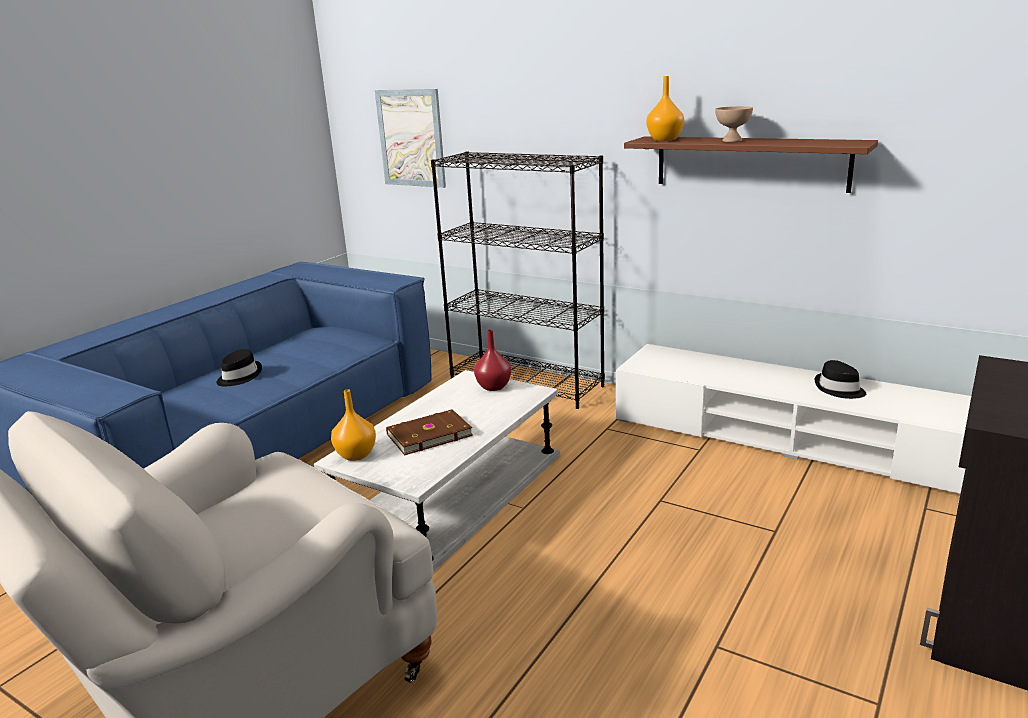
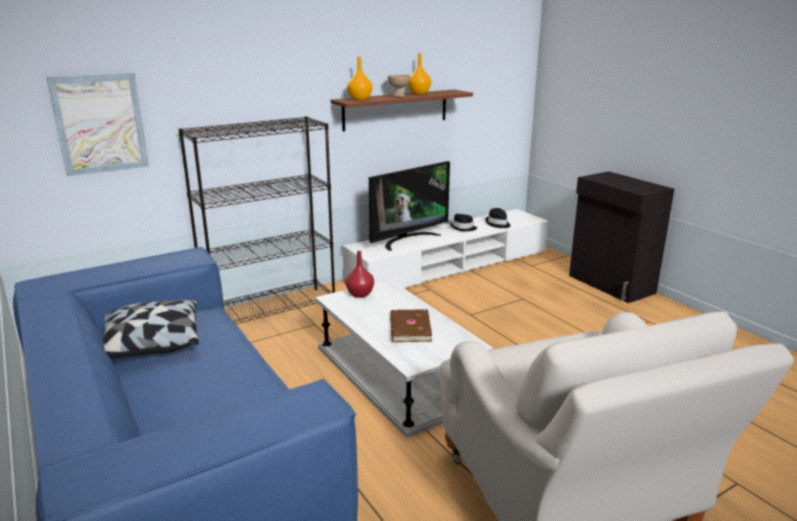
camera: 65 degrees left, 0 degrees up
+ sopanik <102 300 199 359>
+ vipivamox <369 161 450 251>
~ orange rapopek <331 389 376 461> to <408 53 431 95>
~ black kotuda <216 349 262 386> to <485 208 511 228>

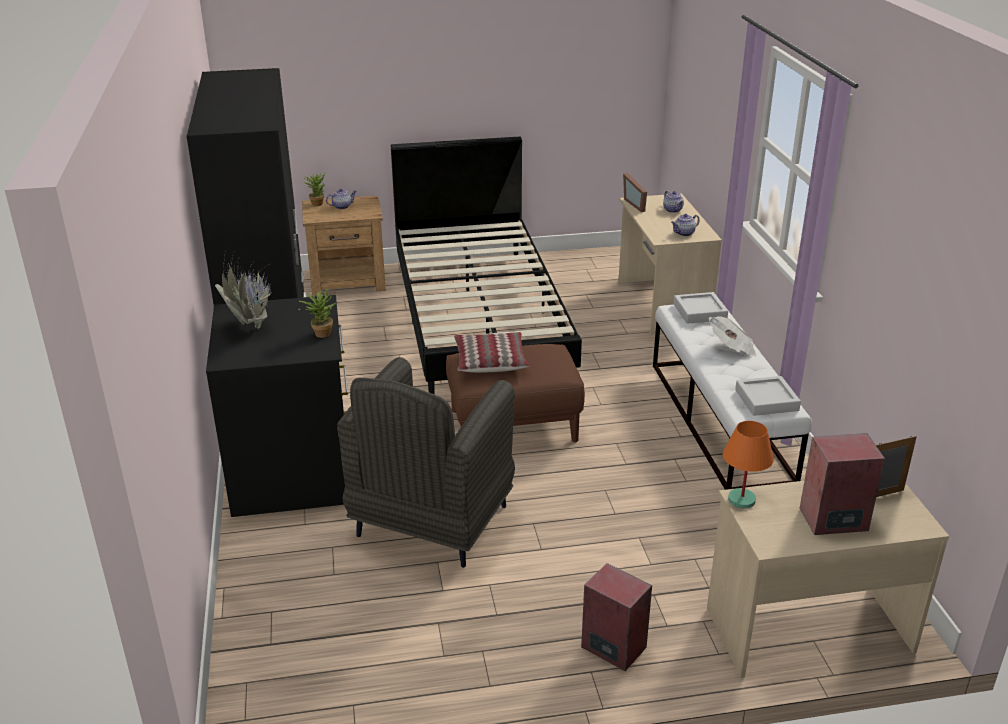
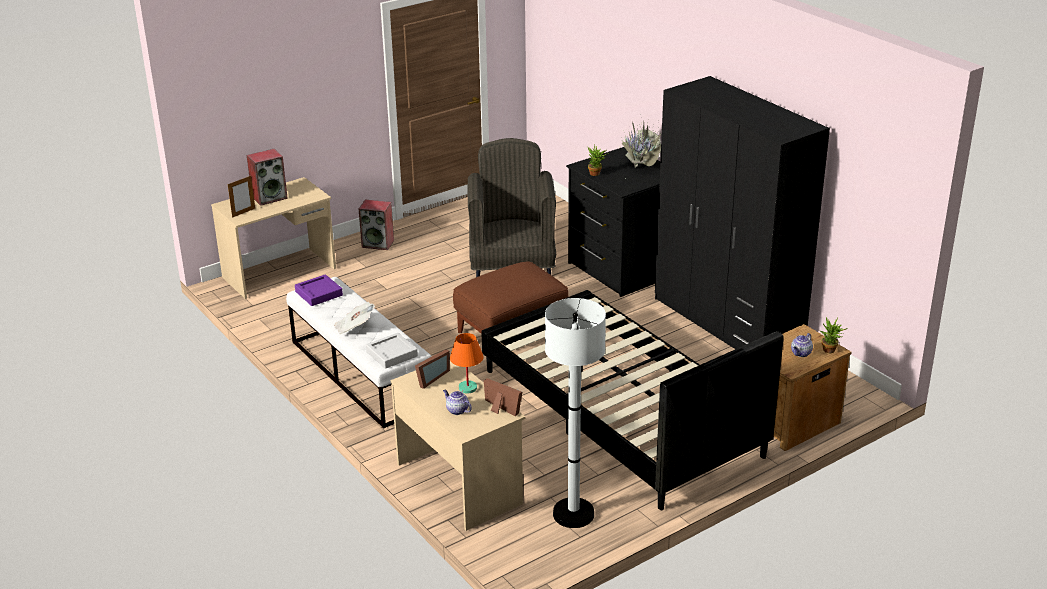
camera: 155 degrees right, 0 degrees up
~ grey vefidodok <735 376 801 416> to purple vefidodok <295 274 343 306>
~ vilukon <671 214 700 236> to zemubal <415 350 450 389>
~ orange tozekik <723 421 774 509> to <450 333 484 394>
+ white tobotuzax <545 298 606 528>
- sopanik <454 332 530 373>

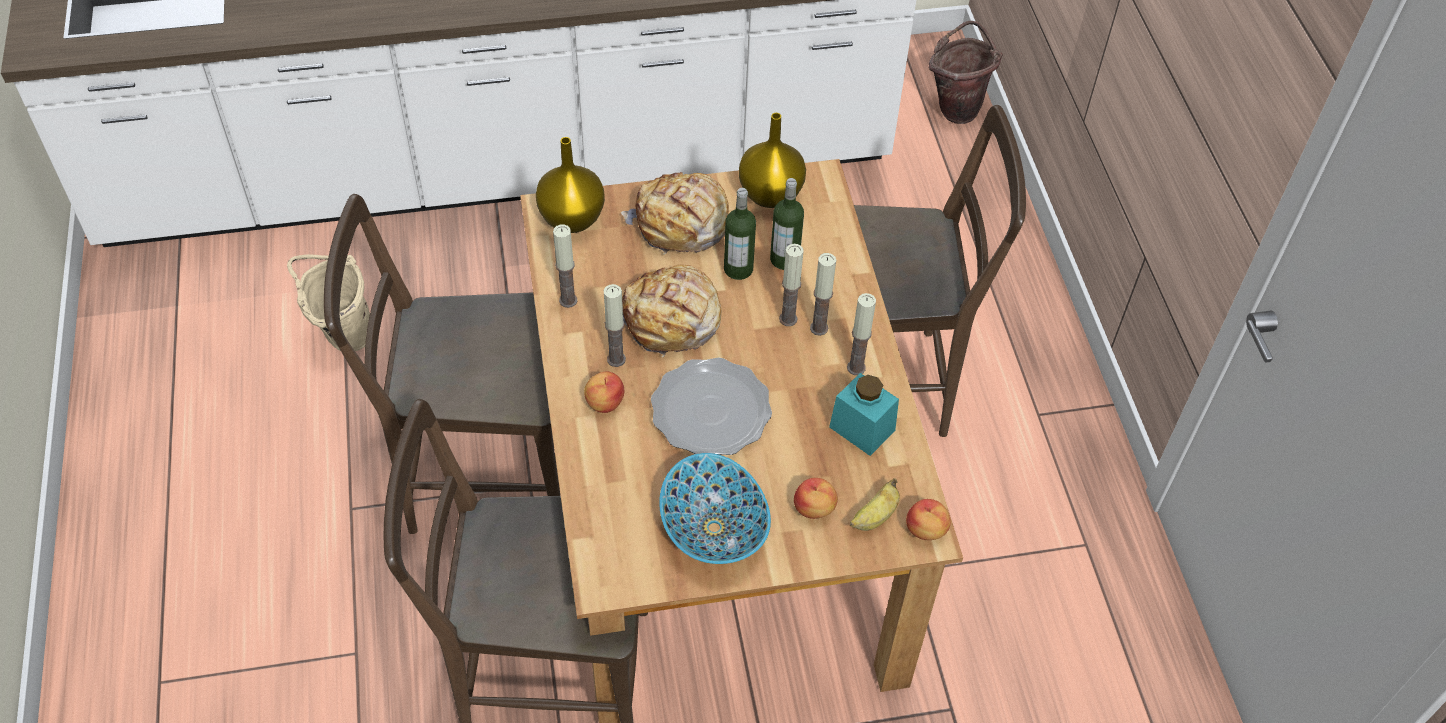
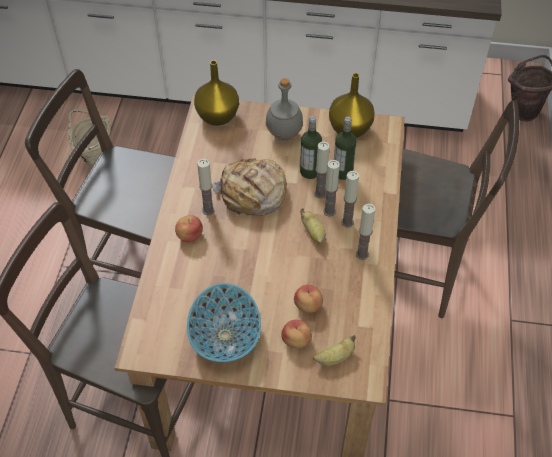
camera: 20 degrees right, 0 degrees up
~ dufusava <621 172 729 255> to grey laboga <266 78 303 141>
~ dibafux <906 499 951 540> to <294 285 323 313>
+ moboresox <300 208 326 244>
~ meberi <553 225 577 308> to <314 142 330 199>
- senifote <651 358 772 455>
- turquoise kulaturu <829 373 899 456>

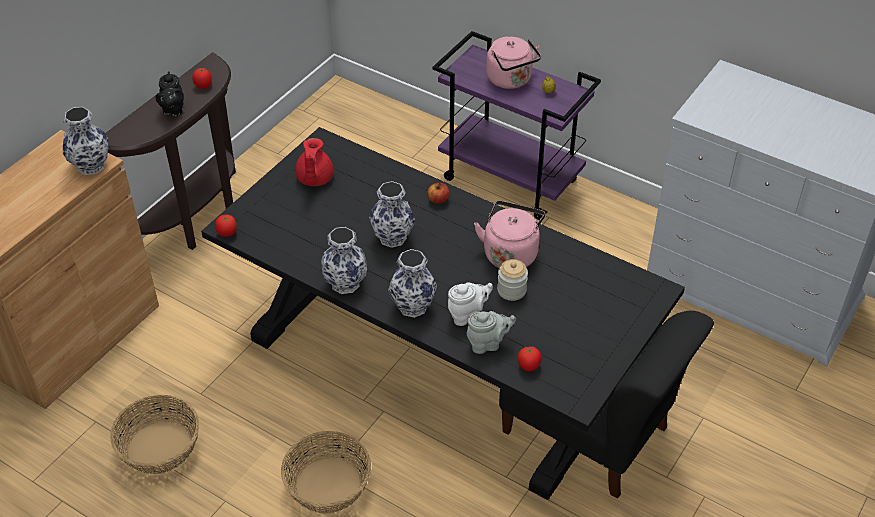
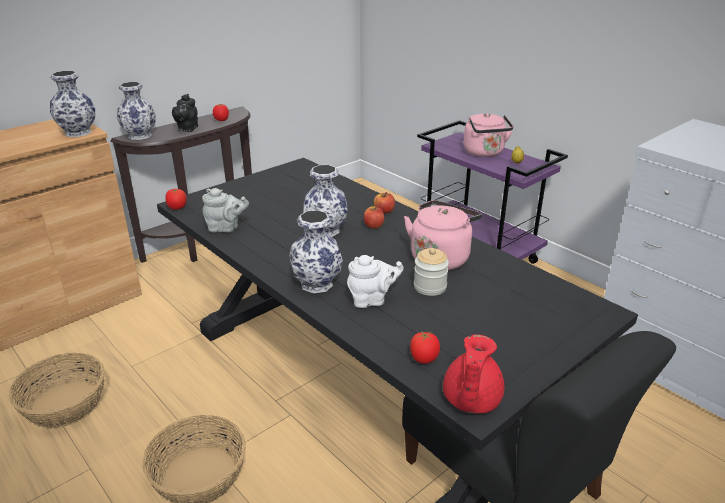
camera: 15 degrees right, 15 degrees down
~ rapopek <321 227 367 294> to <117 82 156 140>
~ grey vilukon <467 311 516 354> to <202 188 249 232>
+ dibafux <364 206 384 229>
~ red vilukon <295 138 333 186> to <443 334 504 413>

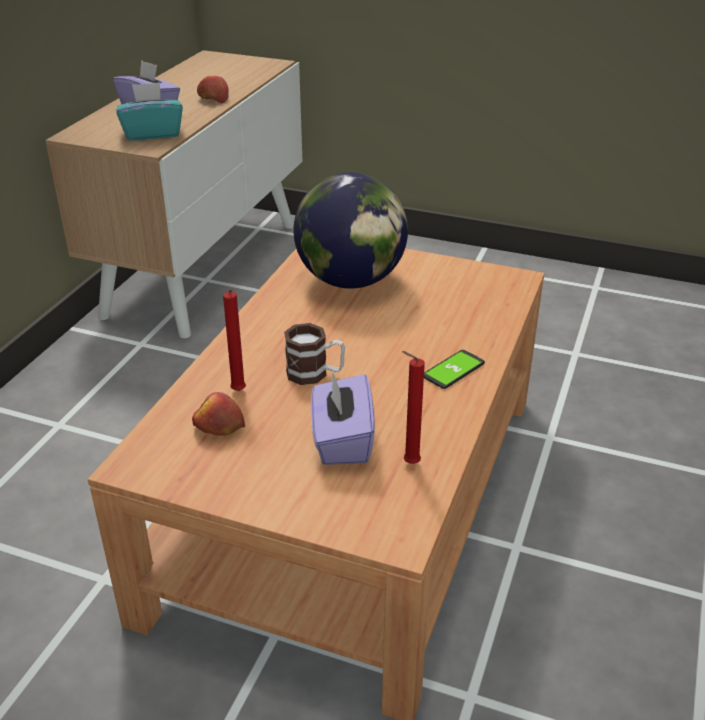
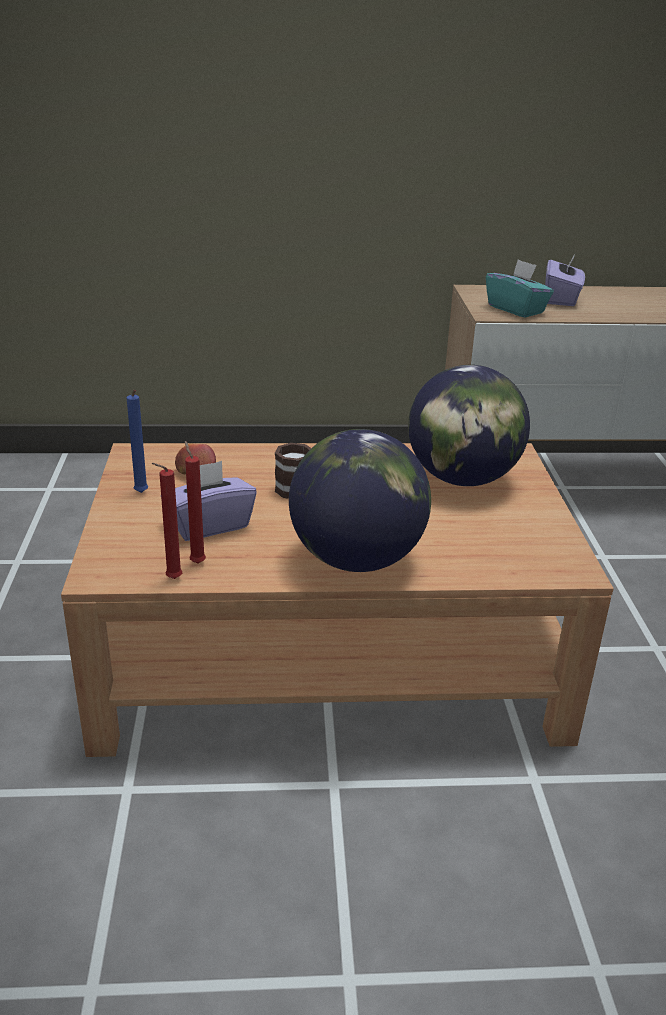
camera: 65 degrees right, 5 degrees down
+ blue meberi <127 390 148 493>
~ red meberi <223 289 246 391> to <152 463 182 579>
~ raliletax <424 350 485 389> to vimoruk <289 429 431 572>
- dibafux <197 76 229 104>

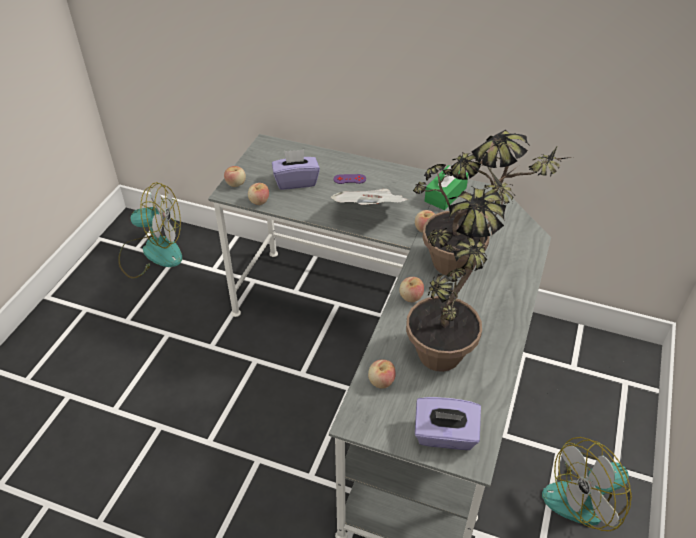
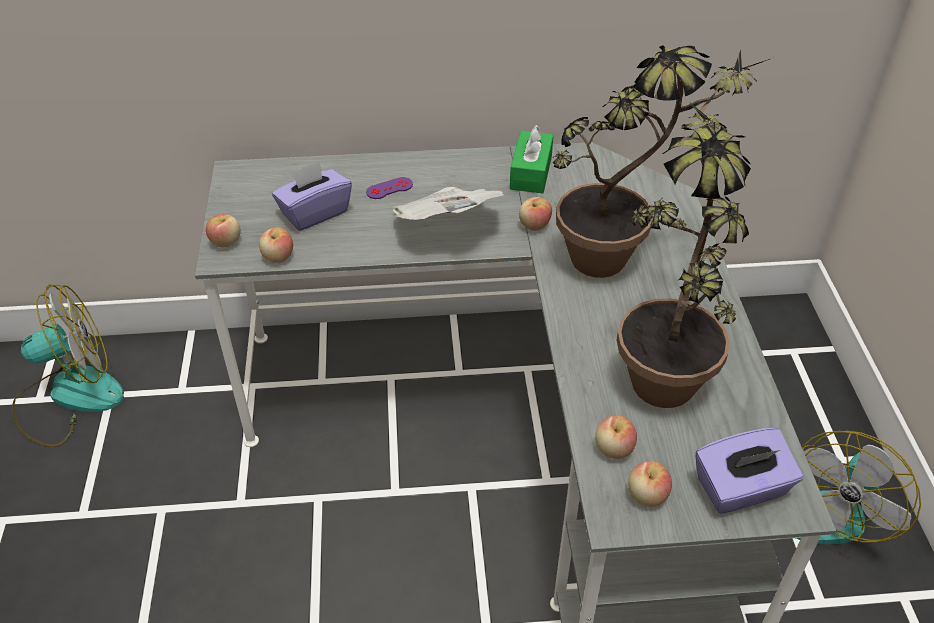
camera: 25 degrees left, 0 degrees up
~ dibafux <399 277 424 302> to <628 461 672 507>

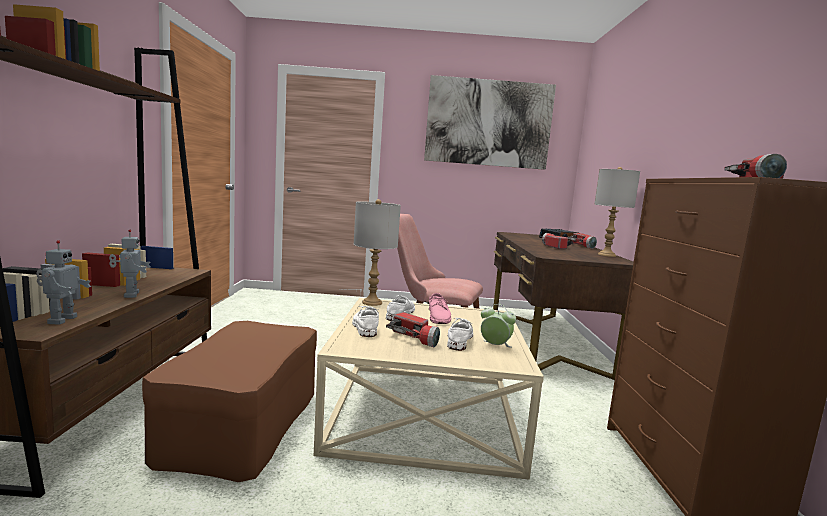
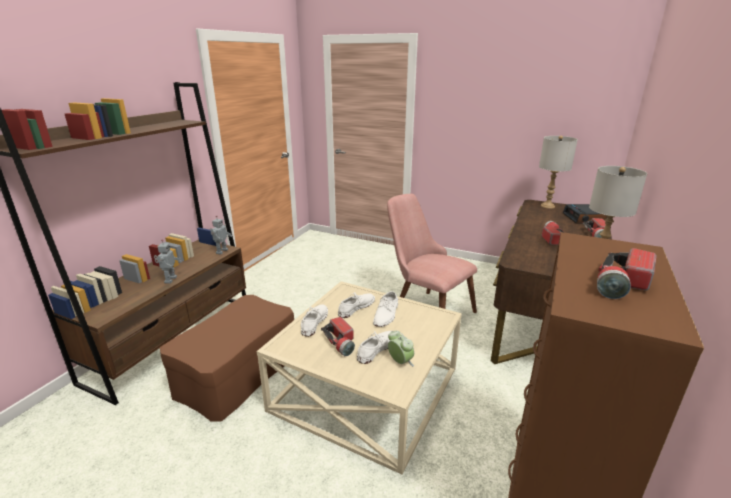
camera: 25 degrees right, 15 degrees up
~ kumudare <36 240 91 325> to <210 215 232 255>
~ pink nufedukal <429 293 451 324> to white nufedukal <373 291 398 327>
~ grey tozekik <354 199 401 306> to <539 136 578 209>
- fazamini <424 75 556 170>

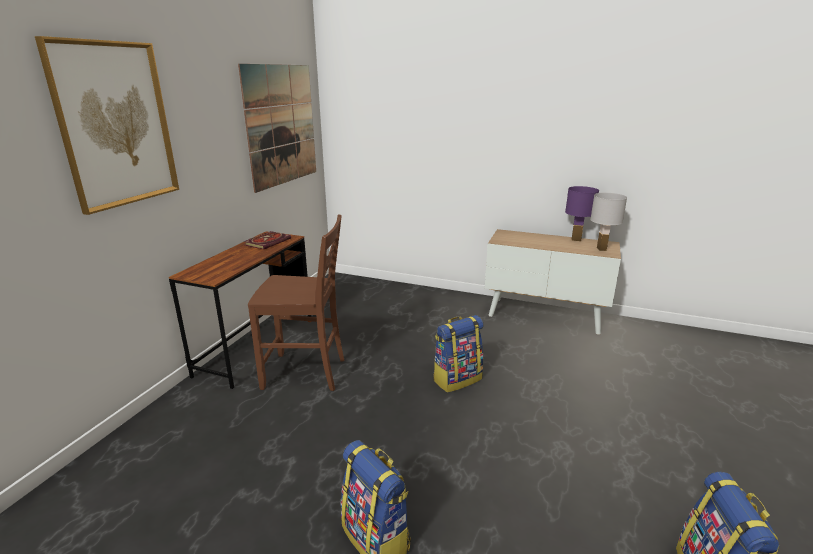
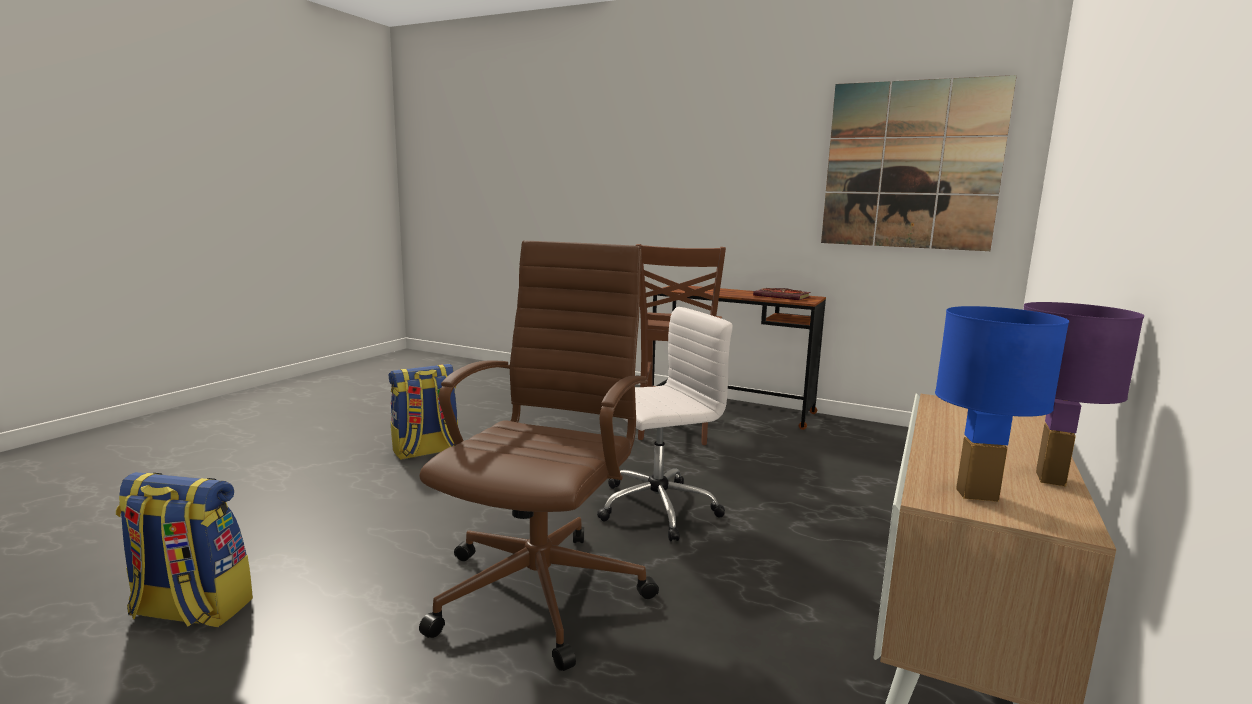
camera: 95 degrees right, 10 degrees down
+ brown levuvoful <419 240 659 671>
~ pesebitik <433 315 484 393> to white levuvoful <597 307 733 541>
~ white tozekik <590 193 627 251> to blue tozekik <935 306 1069 502>
- fazamini <35 36 179 215>

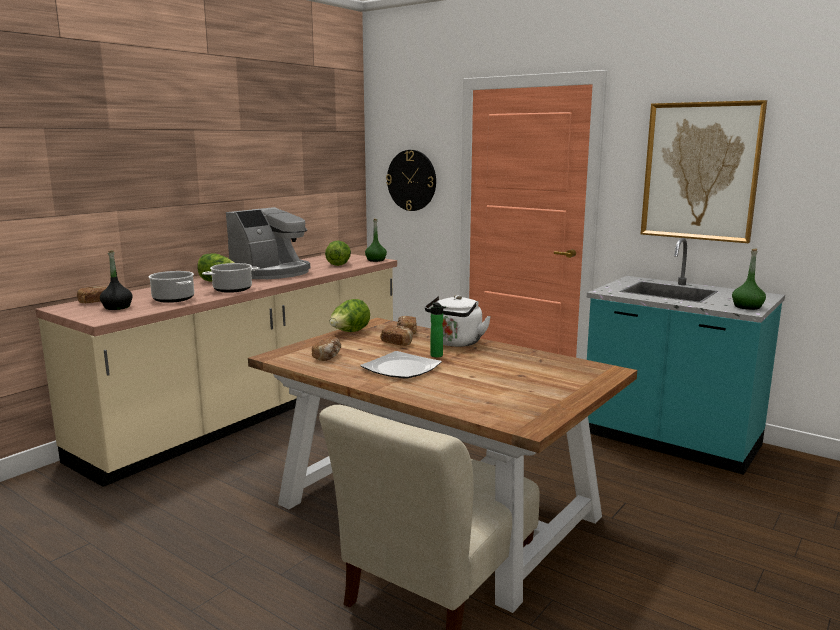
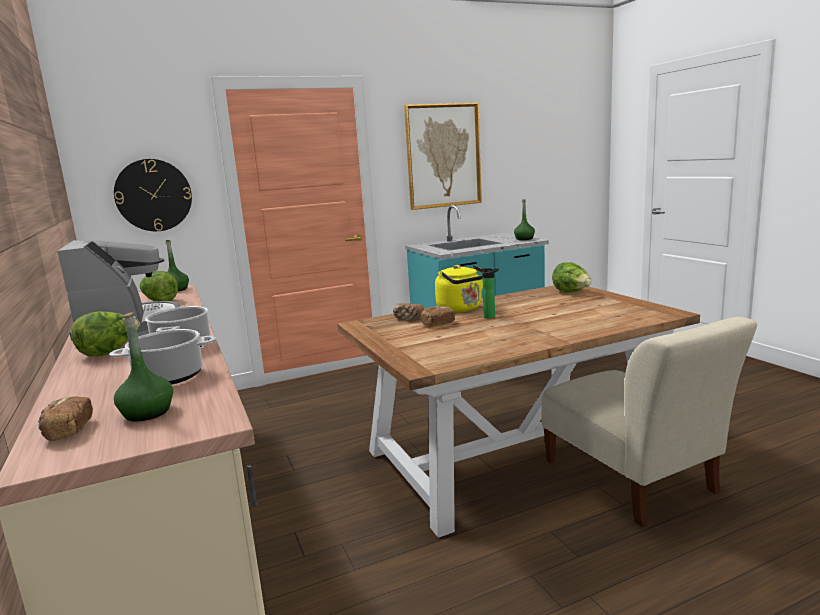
camera: 60 degrees left, 0 degrees up
~ black laboga <100 250 133 310> to green laboga <114 312 173 422>
~ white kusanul <425 295 491 347> to yellow kusanul <435 265 484 313>
~ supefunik <330 299 370 332> to <552 262 592 292>
- dufusava <312 337 341 361>
- senifote <360 351 442 379>

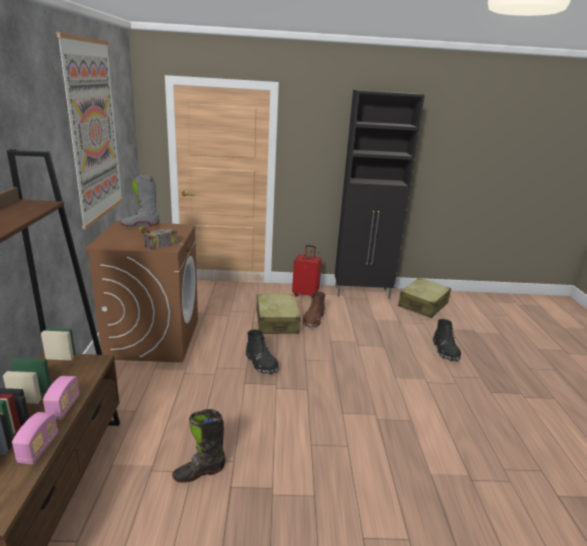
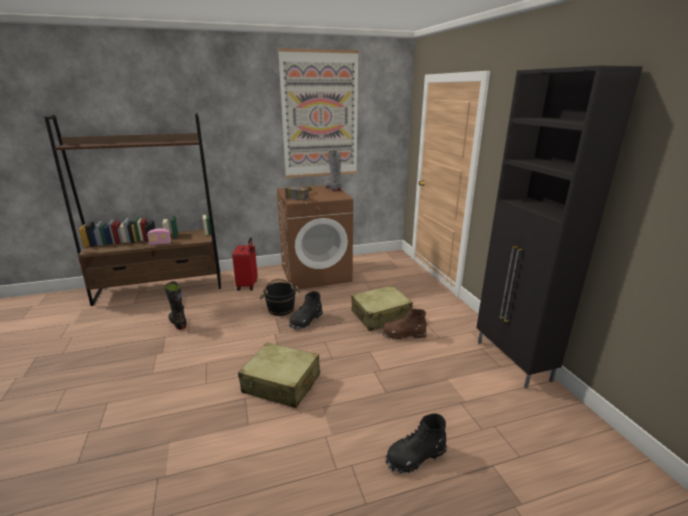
camera: 75 degrees right, 0 degrees up
~ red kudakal <292 245 322 297> to <232 237 258 291>
~ beige kudakal <398 278 451 318> to <238 343 320 408>
+ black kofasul <260 279 301 316>
- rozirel <12 412 58 465>

